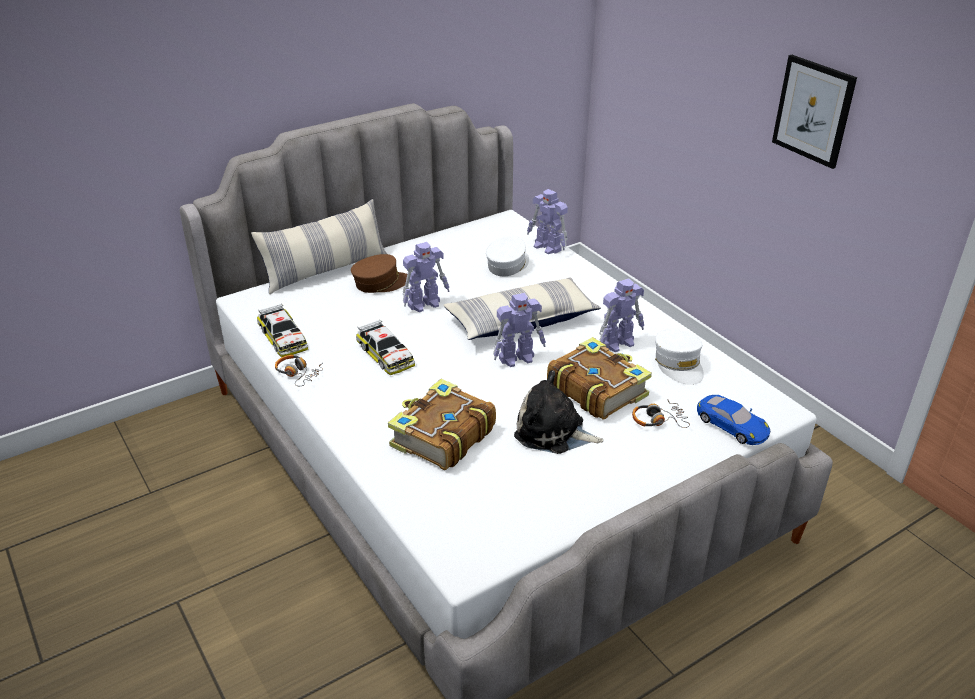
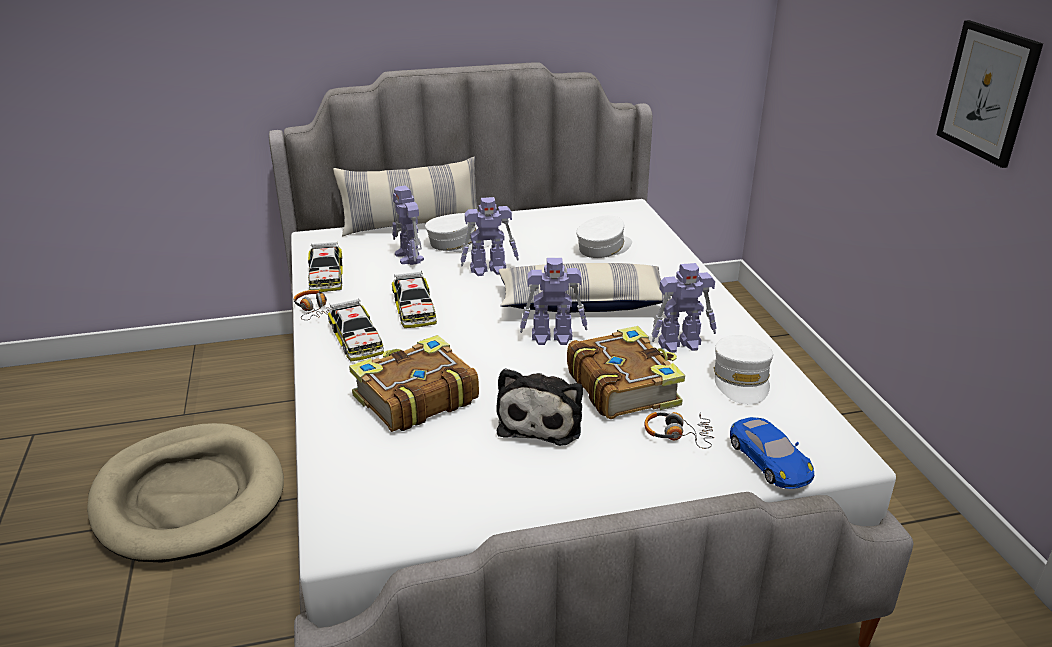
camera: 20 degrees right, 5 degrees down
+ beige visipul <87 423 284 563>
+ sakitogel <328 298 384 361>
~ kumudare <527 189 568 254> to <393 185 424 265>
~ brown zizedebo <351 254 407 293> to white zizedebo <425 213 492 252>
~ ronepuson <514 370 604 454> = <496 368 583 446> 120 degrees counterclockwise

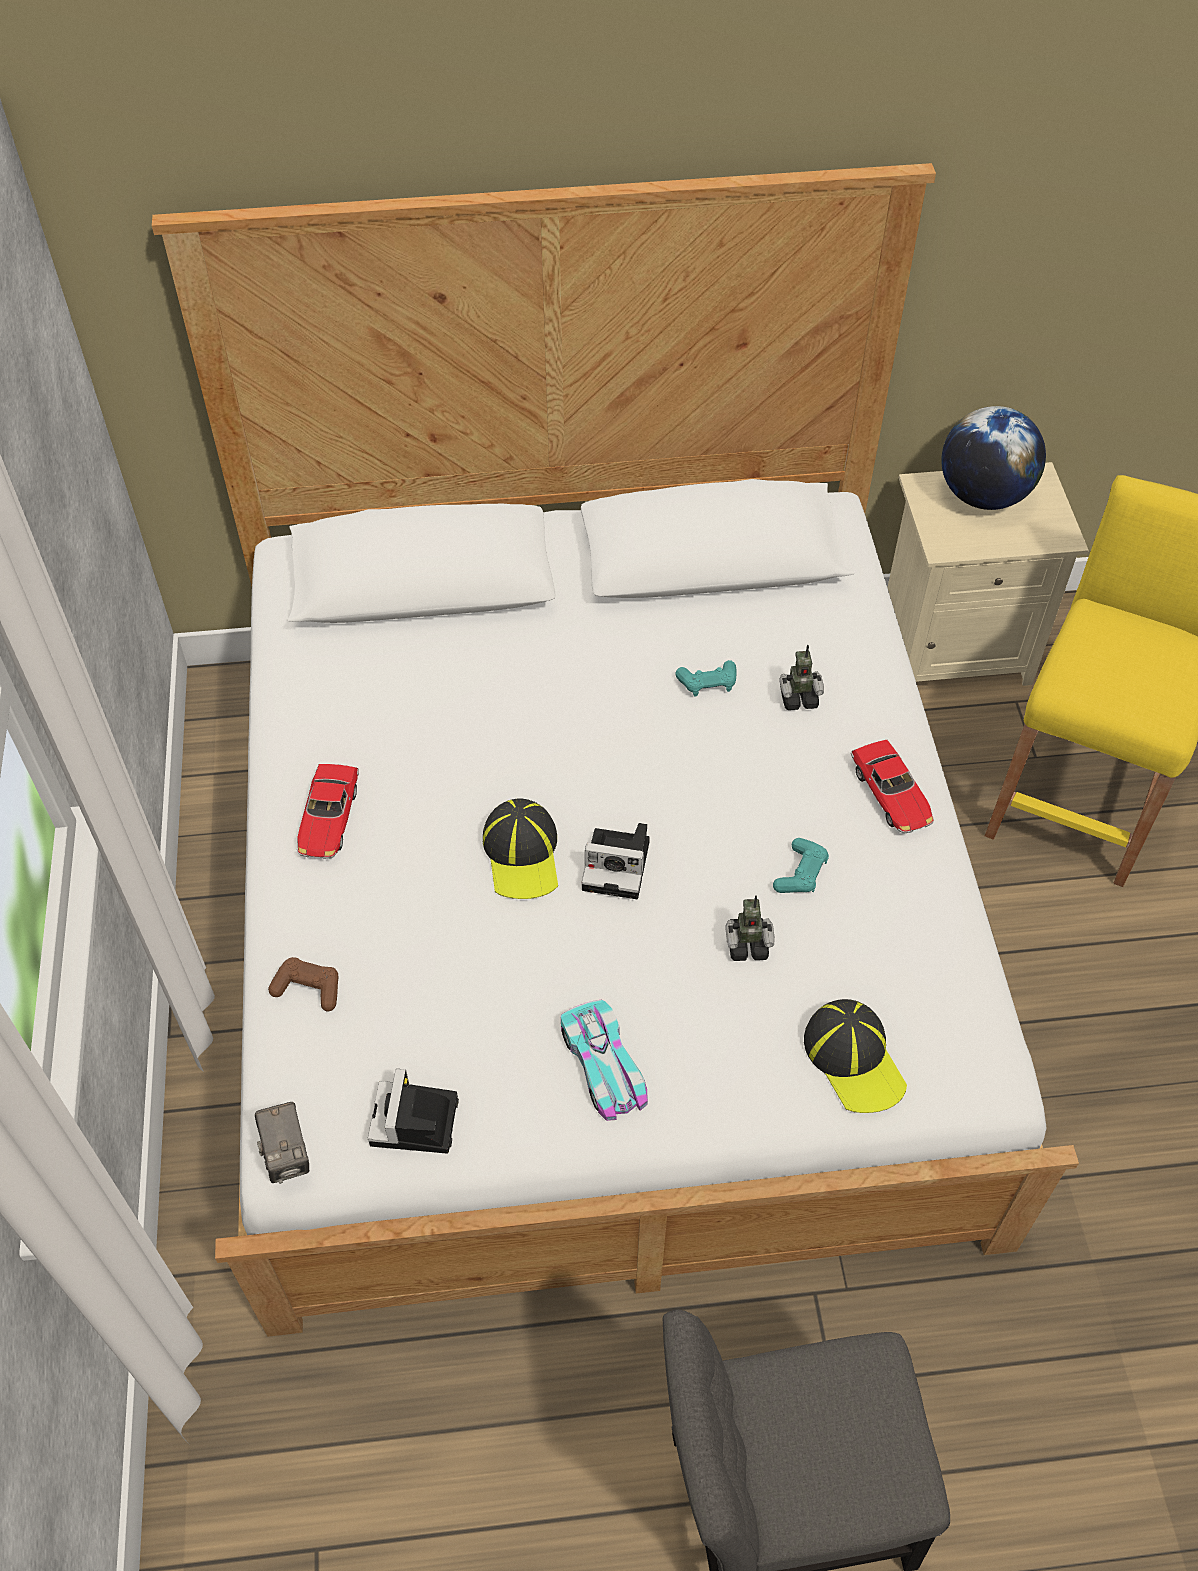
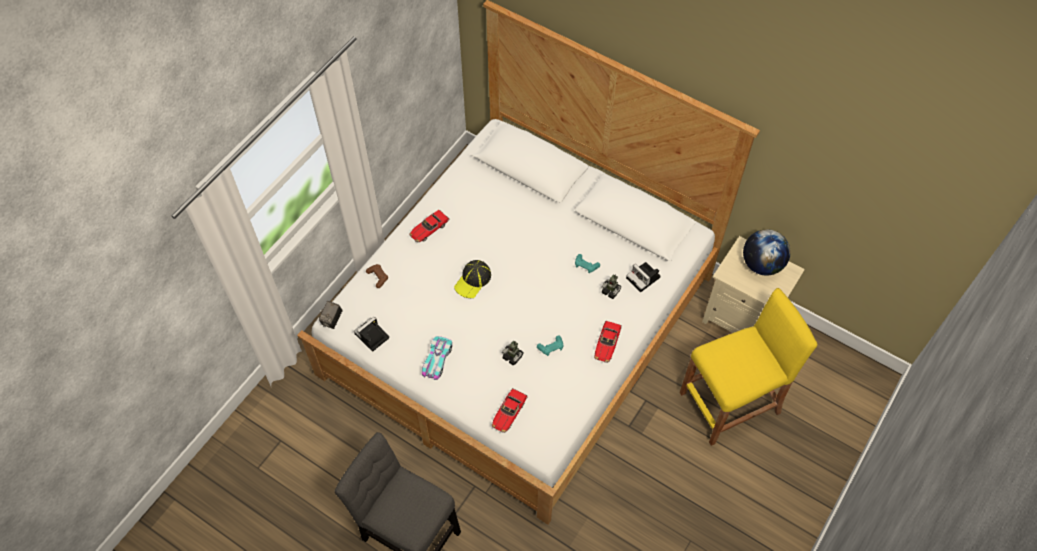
camera: 40 degrees right, 5 degrees up
~ zizedebo <804 999 907 1113> to sakitogel <492 388 528 433>
~ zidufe <581 823 650 899> to <626 262 660 292>

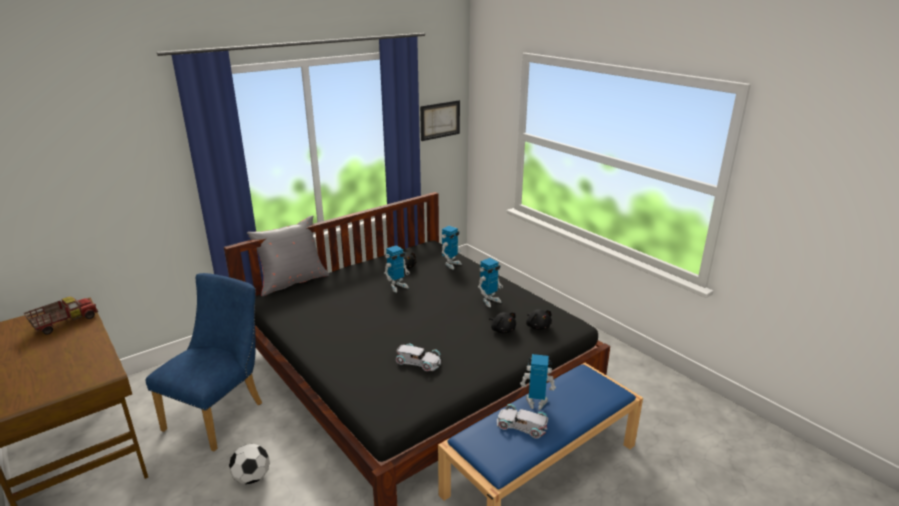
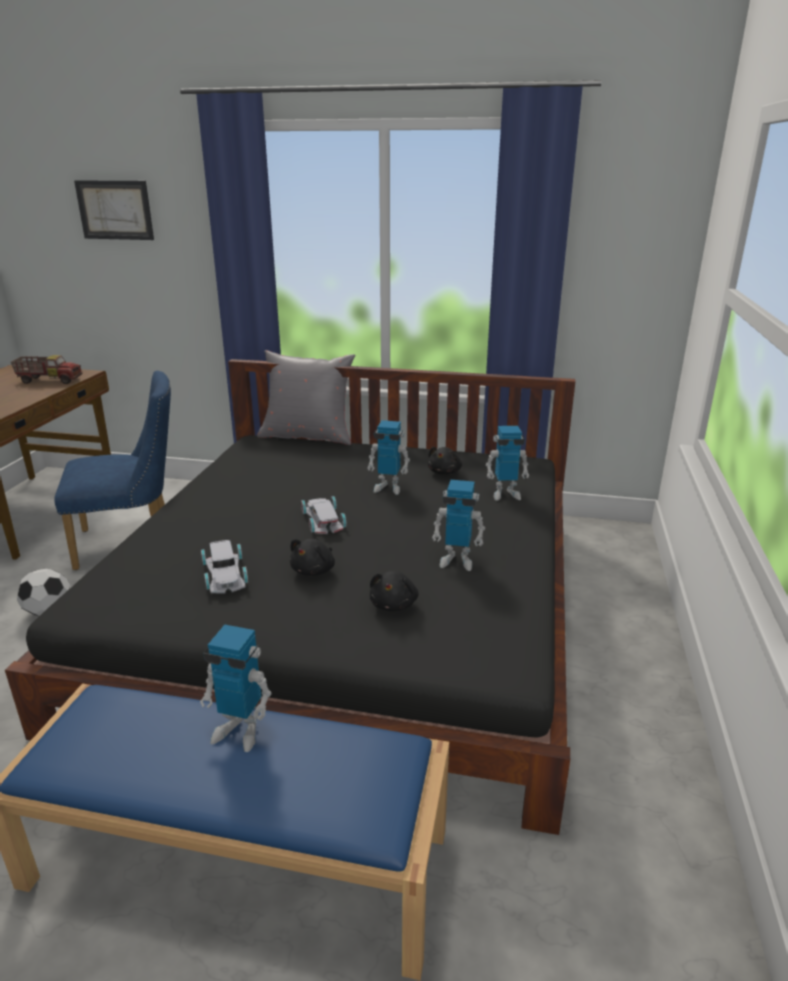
camera: 50 degrees right, 0 degrees up
~ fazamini <420 100 460 141> to <74 180 154 240>
~ kumudare <520 354 556 410> = <200 624 271 752> 135 degrees clockwise
~ black ronepuson <526 309 552 330> to <290 539 335 576>
~ white sakitogel <497 404 548 438> to <301 496 347 534>

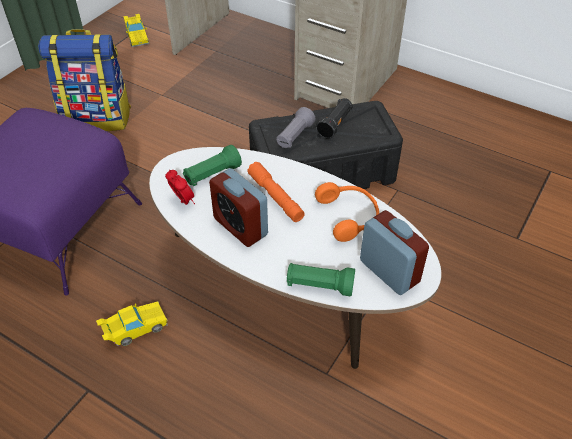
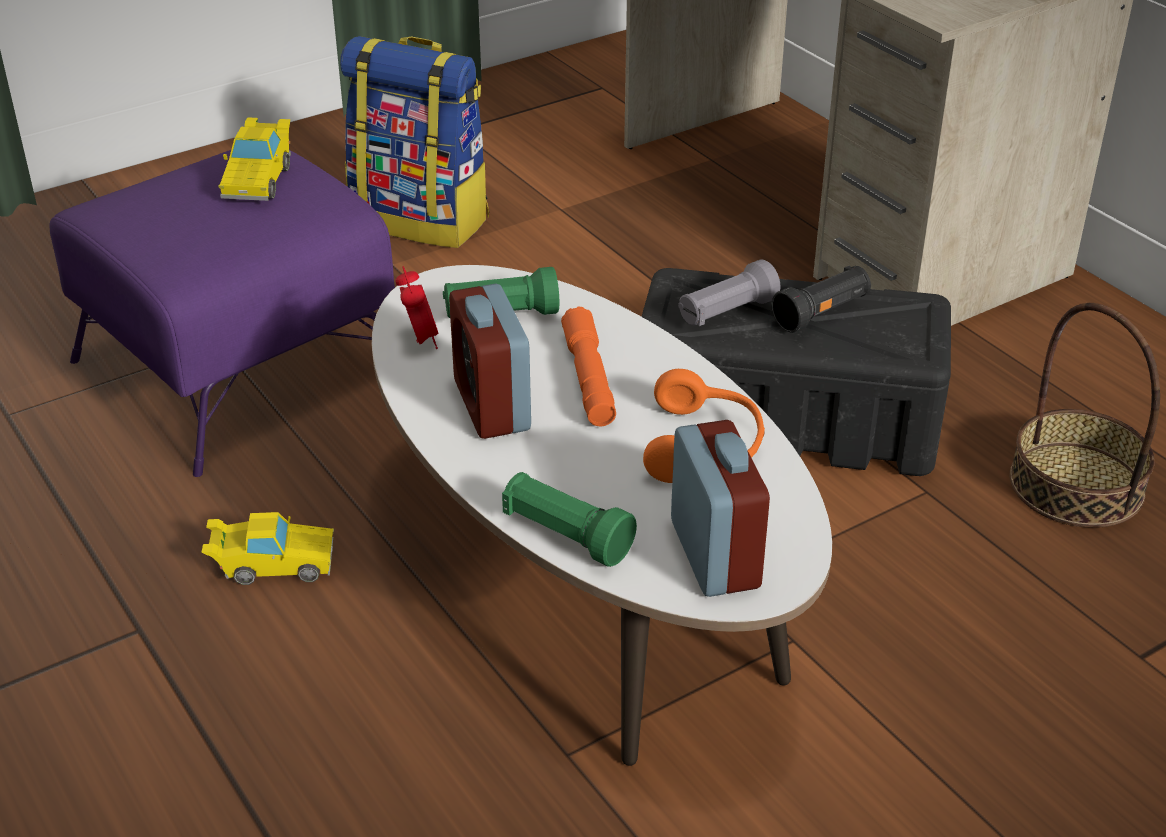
camera: 25 degrees right, 10 degrees down
~ yellow sakitogel <123 14 149 47> to <218 117 291 201>
+ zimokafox <1009 303 1160 528>

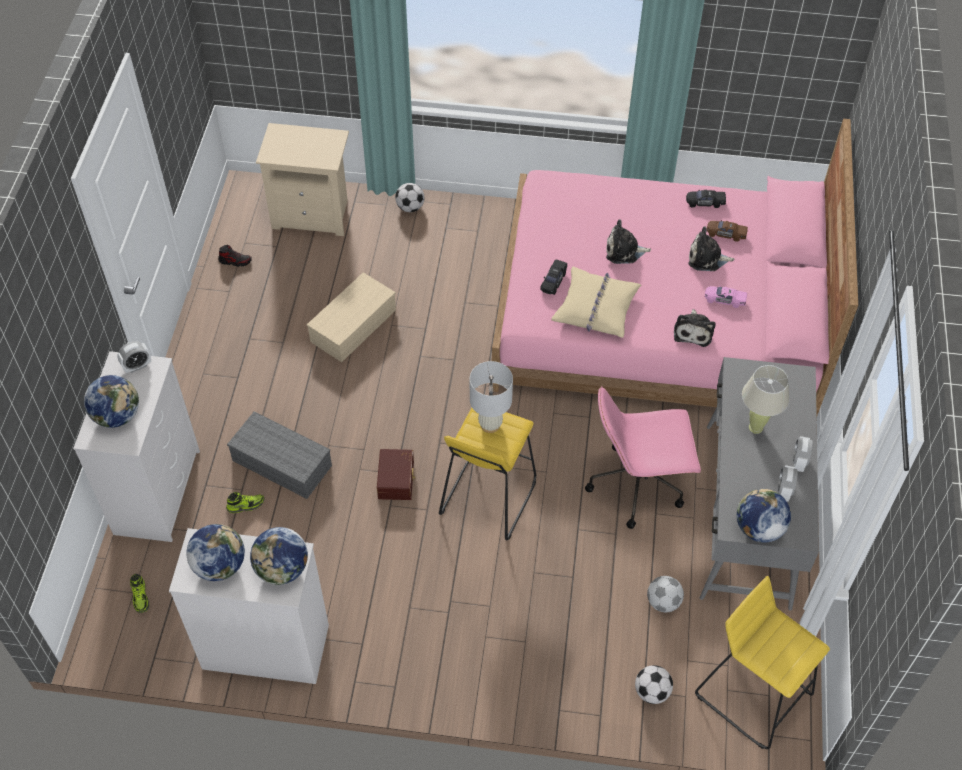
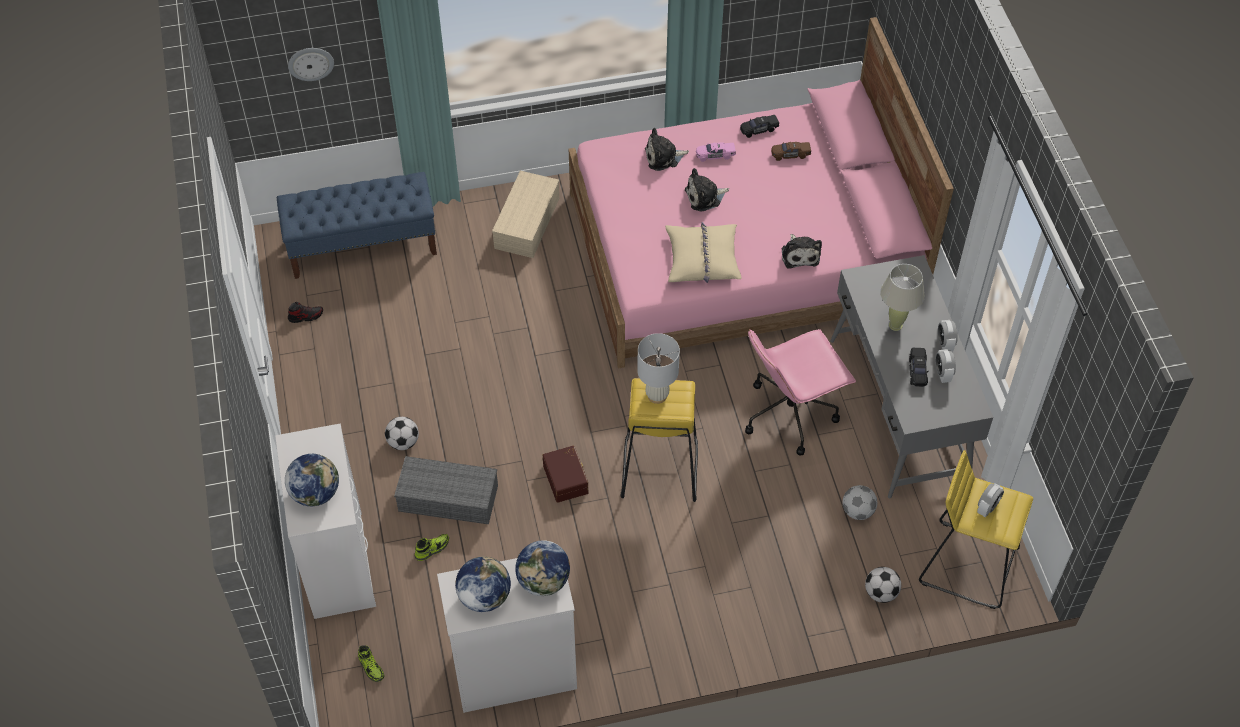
camera: 20 degrees left, 0 degrees up
~ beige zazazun <256 123 349 236> to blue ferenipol <277 172 437 279>
+ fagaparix <288 48 334 81>
~ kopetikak <395 183 424 212> to <385 417 419 450>
~ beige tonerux <307 272 396 362> to <492 171 559 258>
~ ronepuson <688 227 735 271> to <645 128 689 171>
~ pink sakitogel <705 286 747 308> to <696 142 736 162>
~ black sakitogel <540 260 567 295> to <909 348 929 387>
~ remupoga <117 341 151 373> to <977 483 1004 517>
- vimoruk <737 488 791 542>

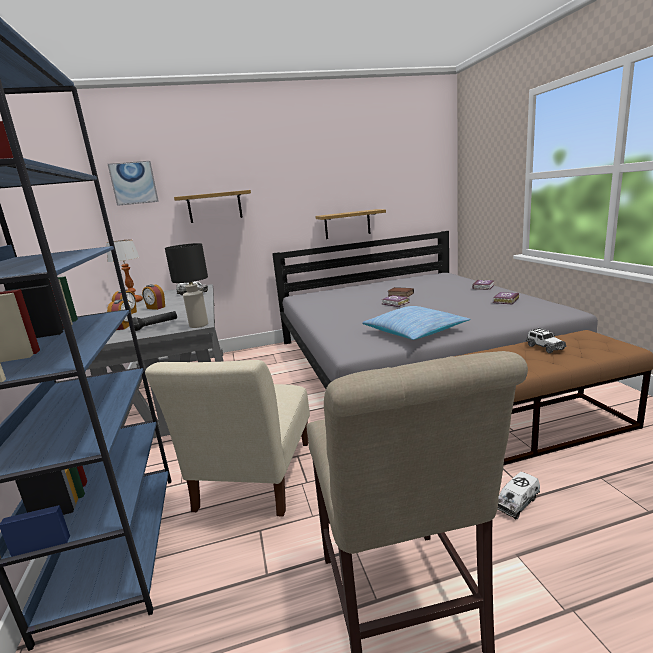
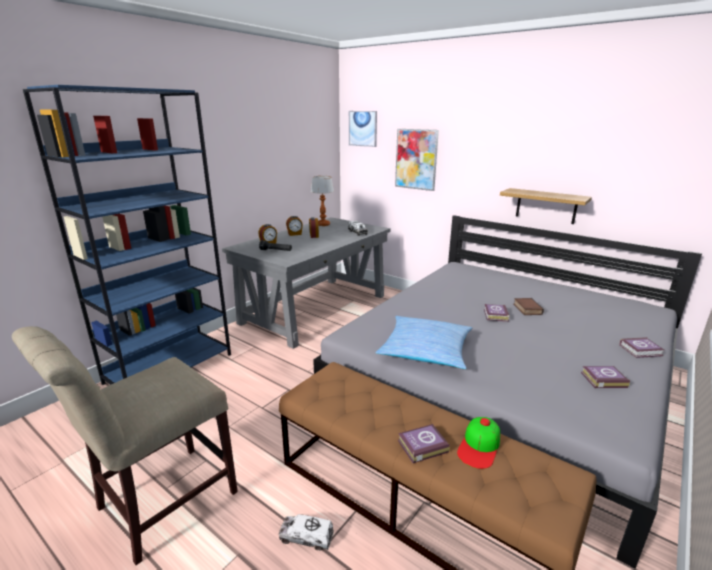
camera: 50 degrees right, 5 degrees up
~ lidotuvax <174 190 251 223> to fazamini <395 129 439 191>
+ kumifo <398 424 450 463>
~ sakitogel <526 328 566 353> to zizedebo <457 417 500 469>
- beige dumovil <145 360 310 517>
- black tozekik <165 243 208 328>

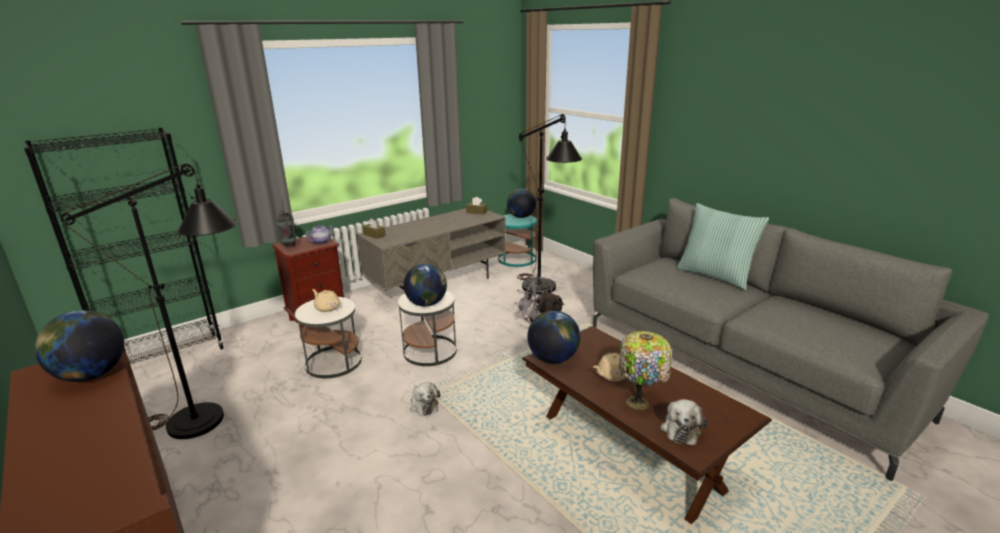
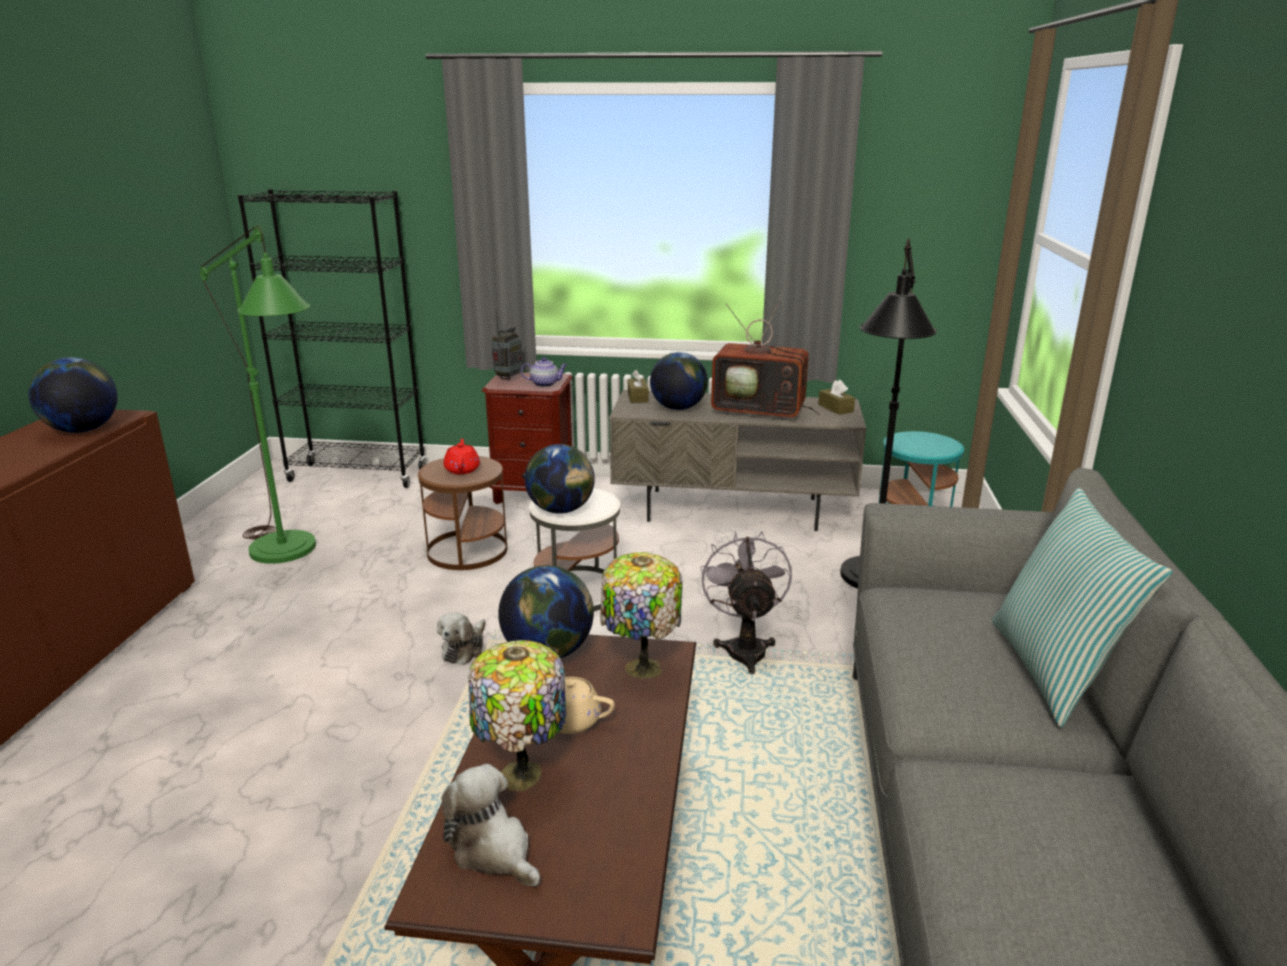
camera: 45 degrees right, 0 degrees up
~ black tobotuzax <61 164 237 439> to green tobotuzax <200 226 316 564>
~ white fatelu <295 297 362 378> to brown fatelu <418 456 507 570>
~ ronepuson <661 399 707 445> = <442 764 540 886> 75 degrees clockwise
~ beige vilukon <312 289 340 312> to red vilukon <443 439 480 474>
+ tozekik <601 552 682 679>
~ vimoruk <507 188 536 218> to <650 352 708 410>
+ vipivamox <711 295 820 420>

